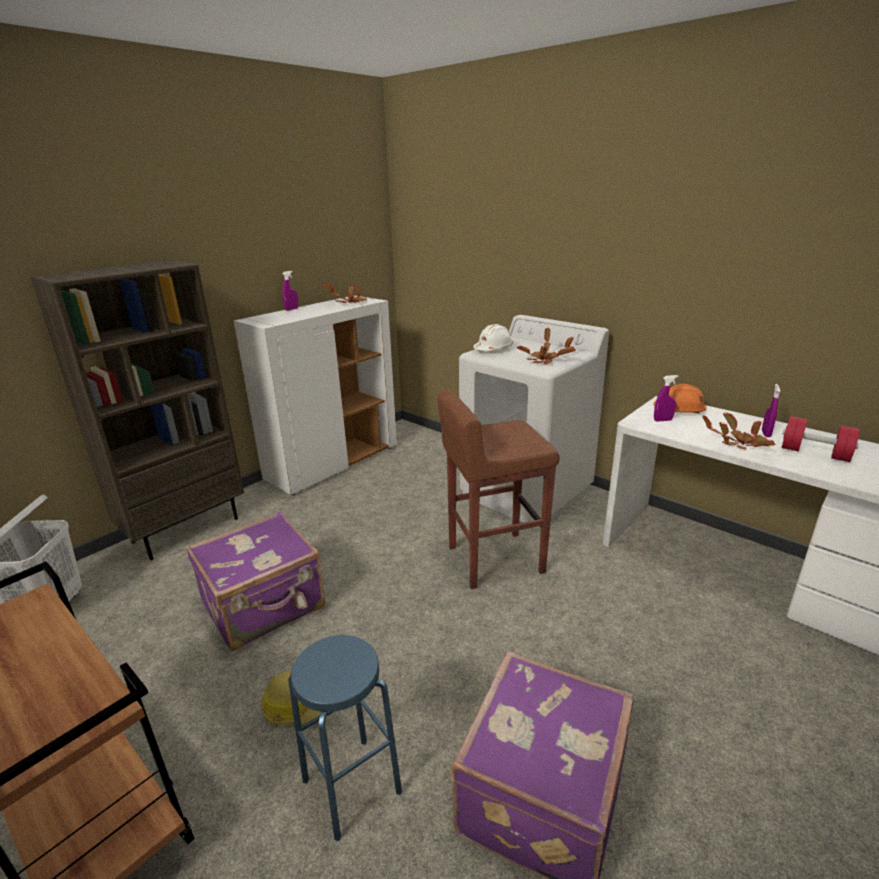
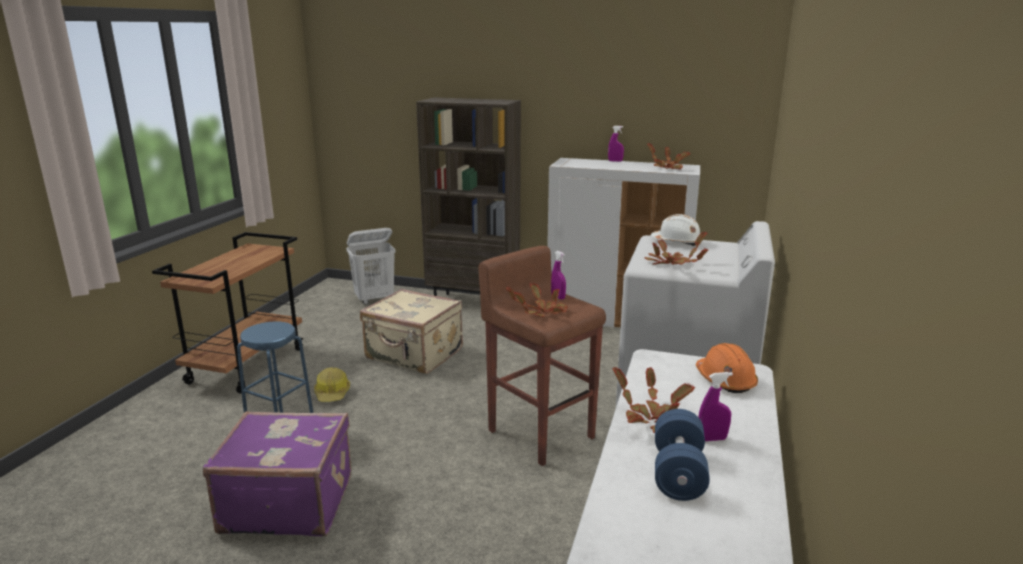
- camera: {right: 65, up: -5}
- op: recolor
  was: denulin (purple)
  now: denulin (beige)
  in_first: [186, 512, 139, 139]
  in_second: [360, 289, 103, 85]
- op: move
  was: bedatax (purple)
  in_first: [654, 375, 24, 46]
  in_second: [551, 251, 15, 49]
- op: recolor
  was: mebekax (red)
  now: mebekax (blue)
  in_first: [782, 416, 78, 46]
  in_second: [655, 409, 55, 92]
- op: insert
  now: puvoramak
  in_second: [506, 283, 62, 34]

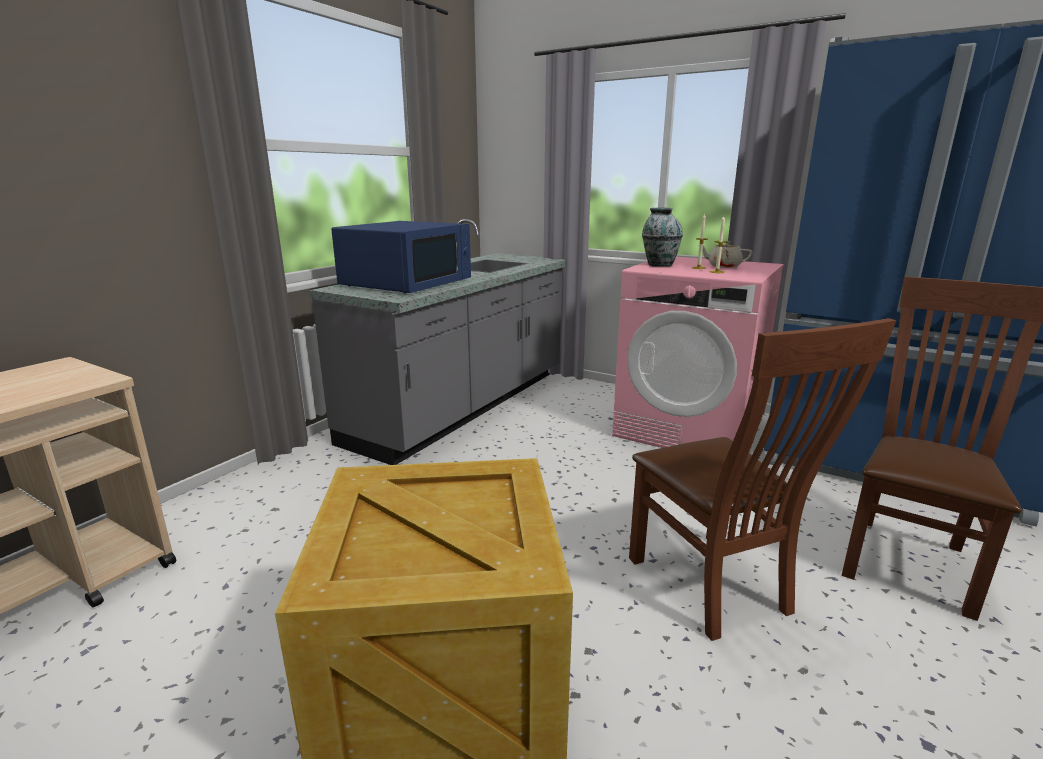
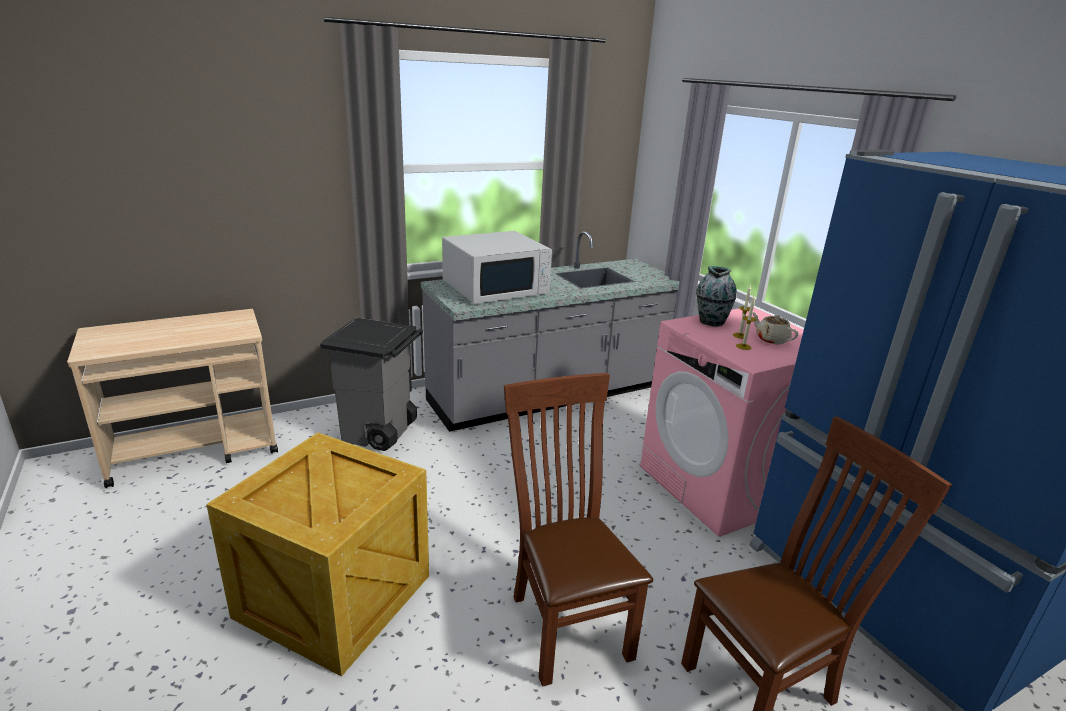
- camera: {right: 30, up: 5}
- op: recolor
  was: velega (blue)
  now: velega (white)
  in_first: [331, 221, 140, 72]
  in_second: [442, 231, 110, 73]
- op: rotate
  was: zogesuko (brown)
  in_first: [629, 318, 267, 323]
  in_second: [504, 373, 149, 314]
  clockwise: 150
- op: insert
  now: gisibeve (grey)
  in_second: [320, 318, 103, 133]

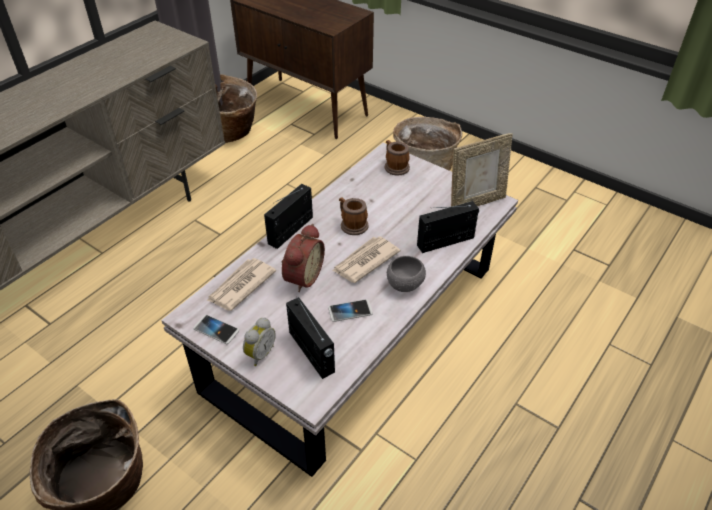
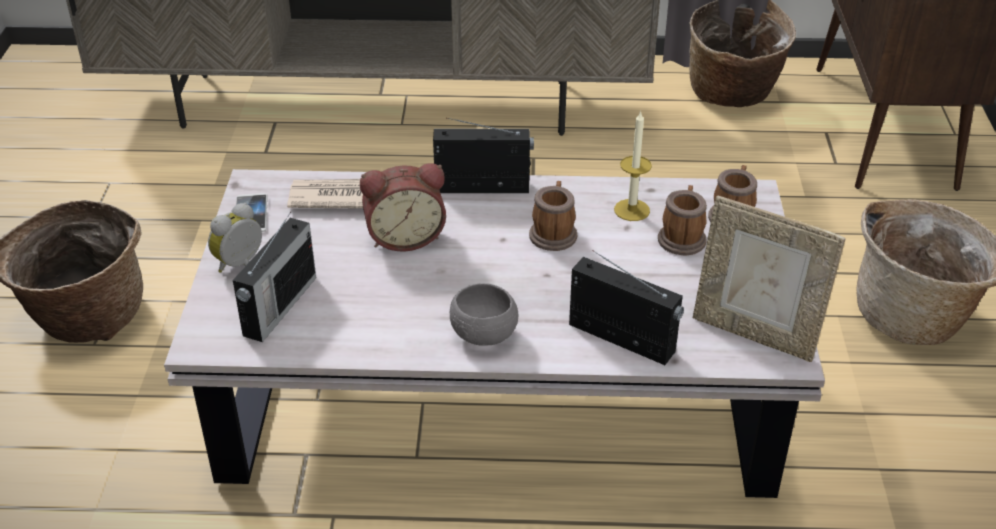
- camera: {right: 55, up: -5}
- op: rotate
  was: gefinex
  in_first: [243, 317, 33, 49]
  in_second: [208, 203, 54, 70]
  clockwise: 135
- op: delete
  was: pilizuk
  in_first: [328, 299, 45, 23]
- op: delete
  was: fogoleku
  in_first: [332, 236, 68, 47]
- op: insert
  now: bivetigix
  in_second: [614, 110, 38, 111]
- op: insert
  now: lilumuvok
  in_second: [658, 185, 49, 70]

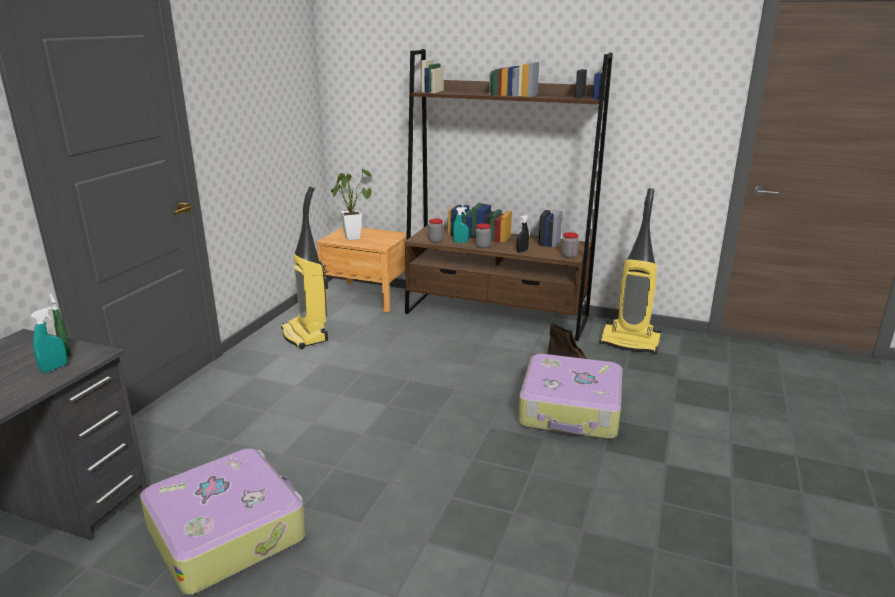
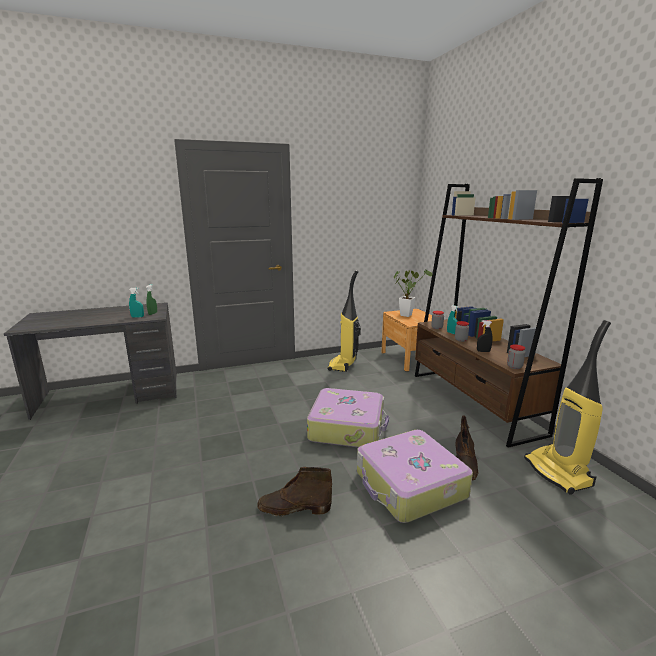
- camera: {right: 50, up: -5}
- op: move
  was: denulin
  in_first: [140, 448, 165, 147]
  in_second: [307, 388, 82, 60]
- op: insert
  now: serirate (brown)
  in_second: [257, 467, 75, 49]

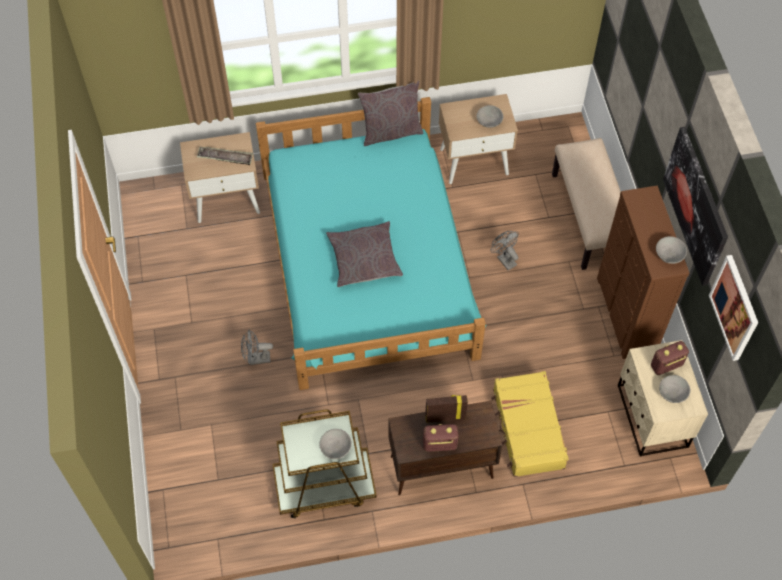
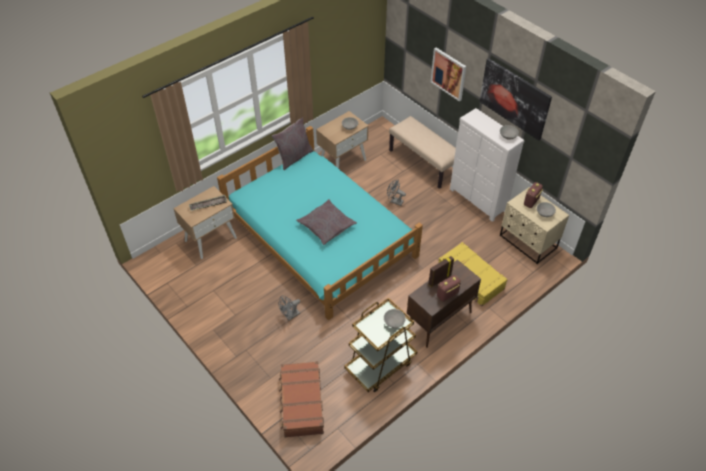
- camera: {right: -30, up: -10}
- op: recolor
  was: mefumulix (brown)
  now: mefumulix (white)
  in_first: [597, 185, 92, 174]
  in_second: [450, 108, 74, 114]
- op: move
  was: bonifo
  in_first: [709, 255, 49, 106]
  in_second: [431, 48, 35, 54]
- op: insert
  now: denulin (brown)
  in_second: [279, 361, 45, 76]

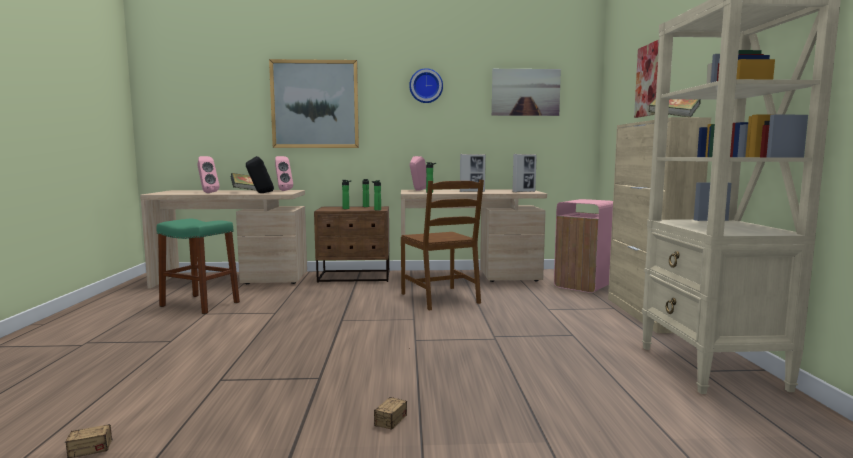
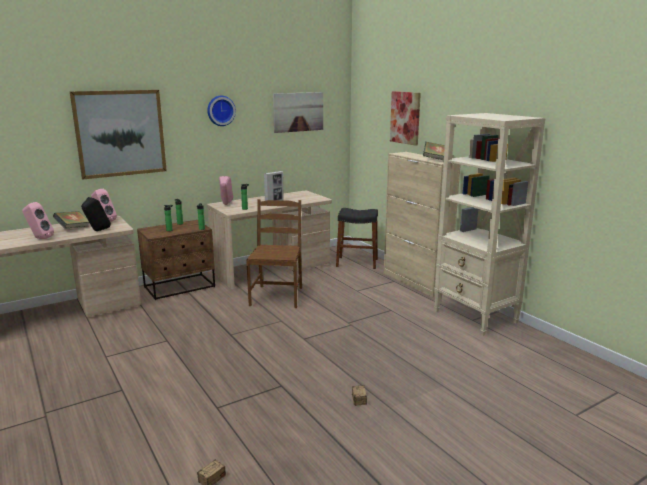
- camera: {right: -30, up: 10}
- op: delete
  was: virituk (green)
  in_first: [156, 219, 84, 95]
- op: rotate
  was: zogesuko (brown)
  in_first: [401, 180, 83, 130]
  in_second: [246, 199, 56, 109]
  clockwise: -120
- op: delete
  was: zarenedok
  in_first: [512, 154, 25, 38]
- op: replace
  was: gisibeve (pink)
  now: virituk (black)
  in_first: [554, 199, 59, 94]
  in_second: [336, 208, 42, 61]

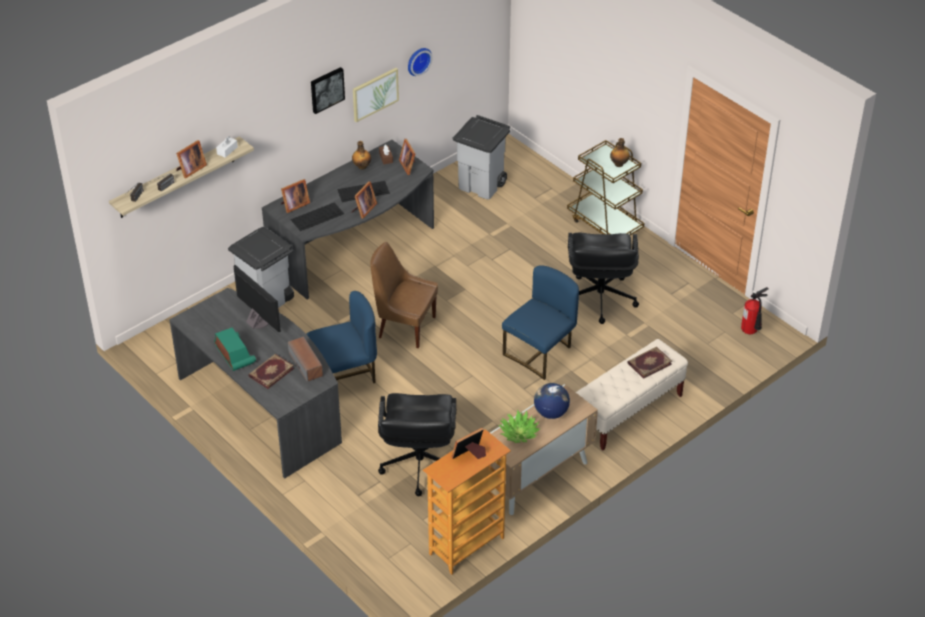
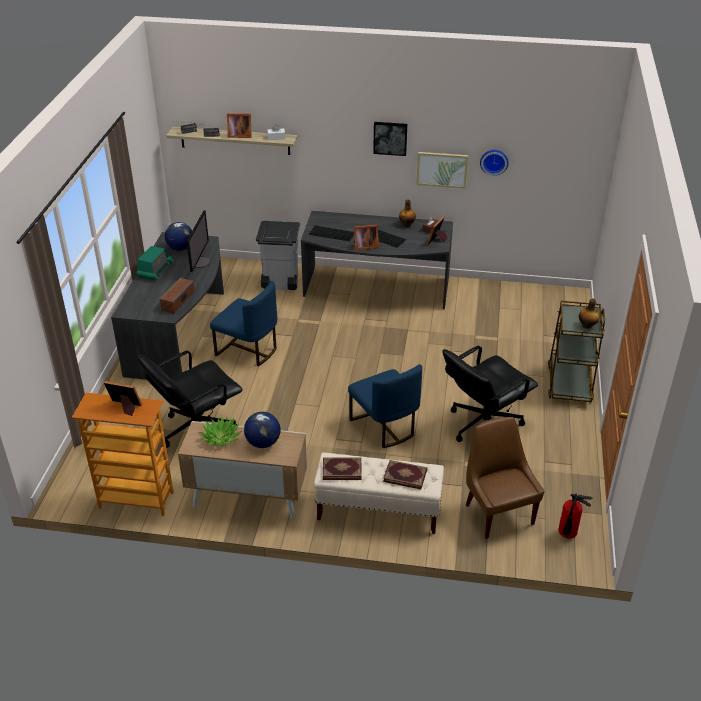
- camera: {right: 50, up: -5}
- op: move
  was: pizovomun
  in_first: [248, 354, 46, 35]
  in_second: [323, 457, 39, 23]
- op: delete
  was: zarenedok
  in_first: [281, 179, 29, 34]
- op: move
  was: zogesuko (brown)
  in_first: [370, 242, 68, 106]
  in_second: [466, 417, 78, 122]
- op: delete
  was: gisibeve (grey)
  in_first: [452, 115, 58, 85]
- op: rotate
  was: zogesuko (blue)
  in_first: [502, 265, 77, 115]
  in_second: [348, 364, 74, 84]
  clockwise: 60
- op: insert
  now: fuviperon
  in_second: [165, 222, 27, 29]

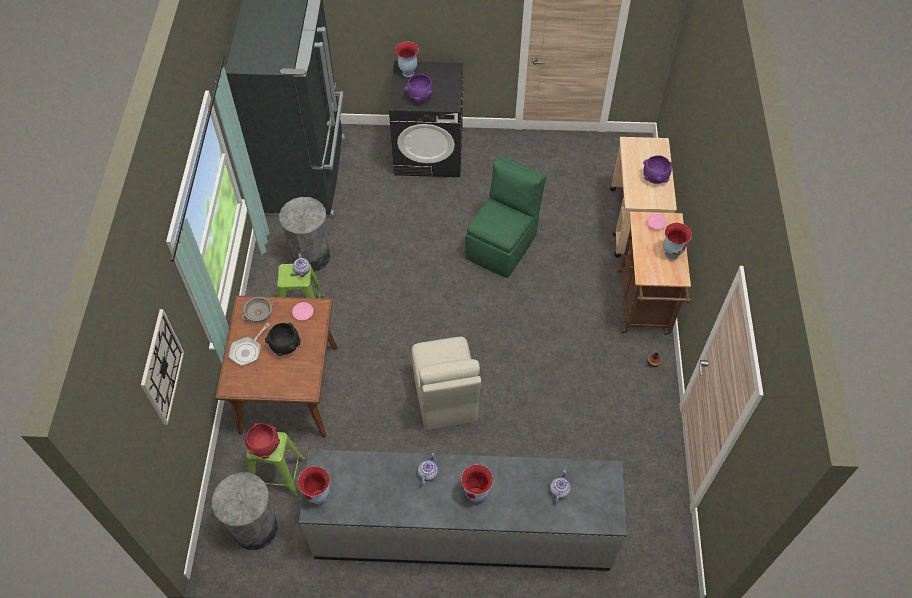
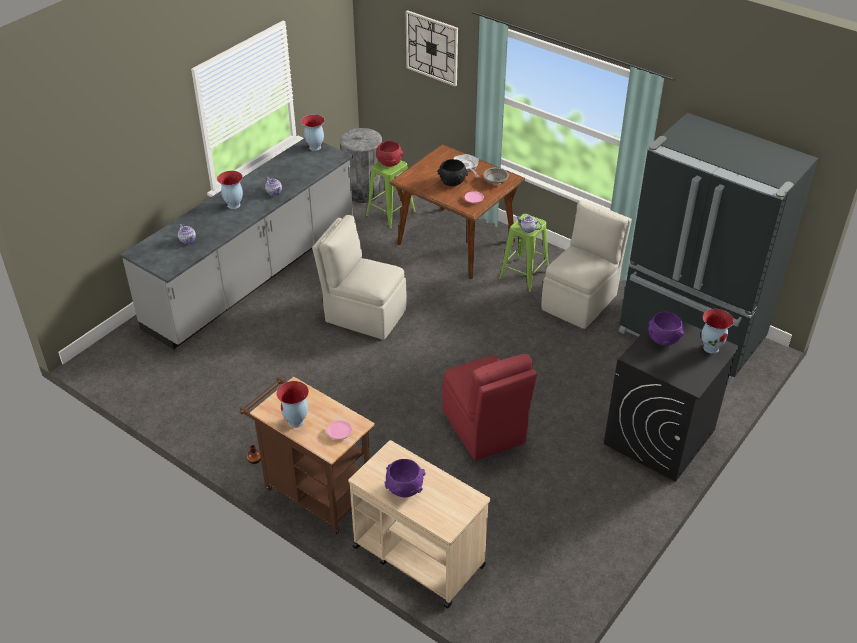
- camera: {right: 125, up: -15}
- op: replace
  was: gisibeve (grey)
  now: zogesuko (beige)
  in_first: [279, 197, 51, 75]
  in_second: [542, 200, 90, 129]
- op: recolor
  was: zogesuko (green)
  now: zogesuko (red)
  in_first: [465, 156, 81, 122]
  in_second: [442, 354, 95, 107]

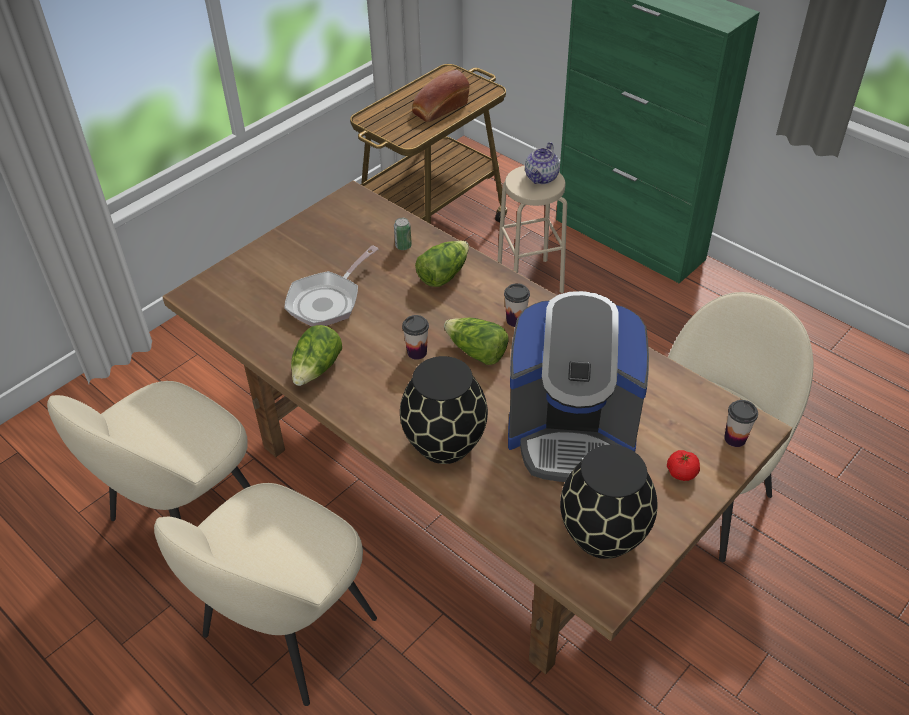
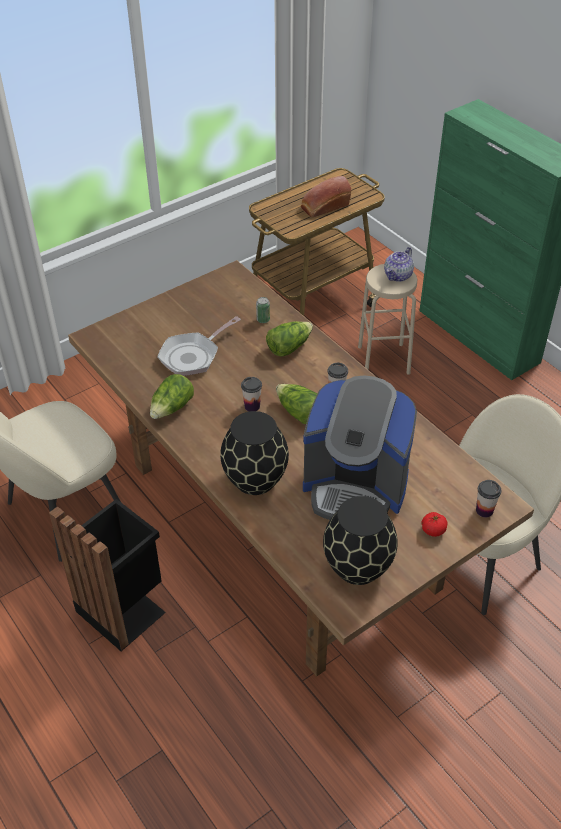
- camera: {right: 10, up: 0}
- op: replace
  was: zogesuko (beige)
  now: gisibeve (black)
  in_first: [154, 483, 223, 223]
  in_second: [49, 499, 117, 152]

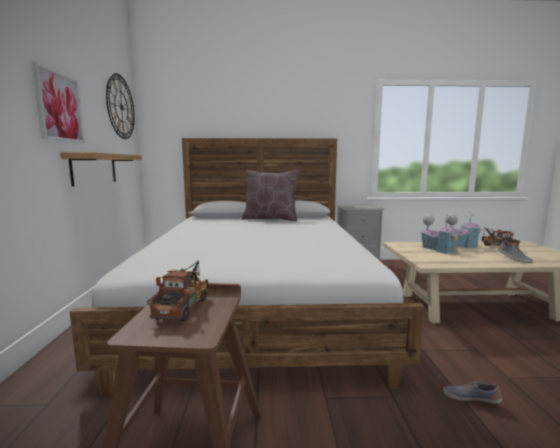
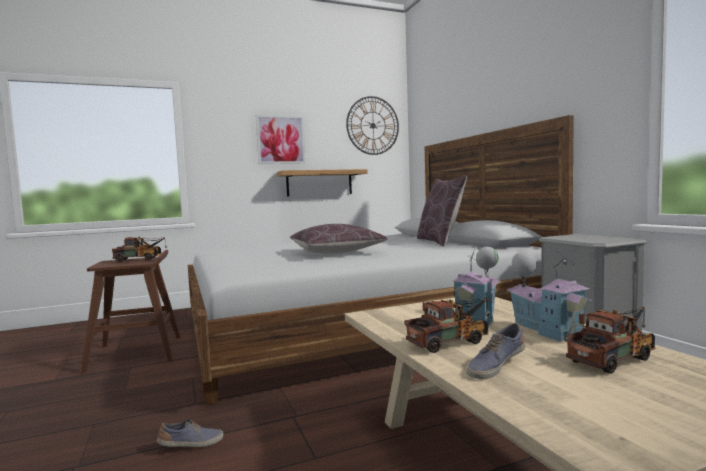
- camera: {right: 70, up: -5}
- op: rotate
  was: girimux
  in_first: [443, 381, 59, 23]
  in_second: [157, 419, 67, 28]
  clockwise: 60
- op: insert
  now: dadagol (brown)
  in_second: [290, 224, 98, 30]
- op: insert
  now: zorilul
  in_second: [404, 298, 85, 55]

